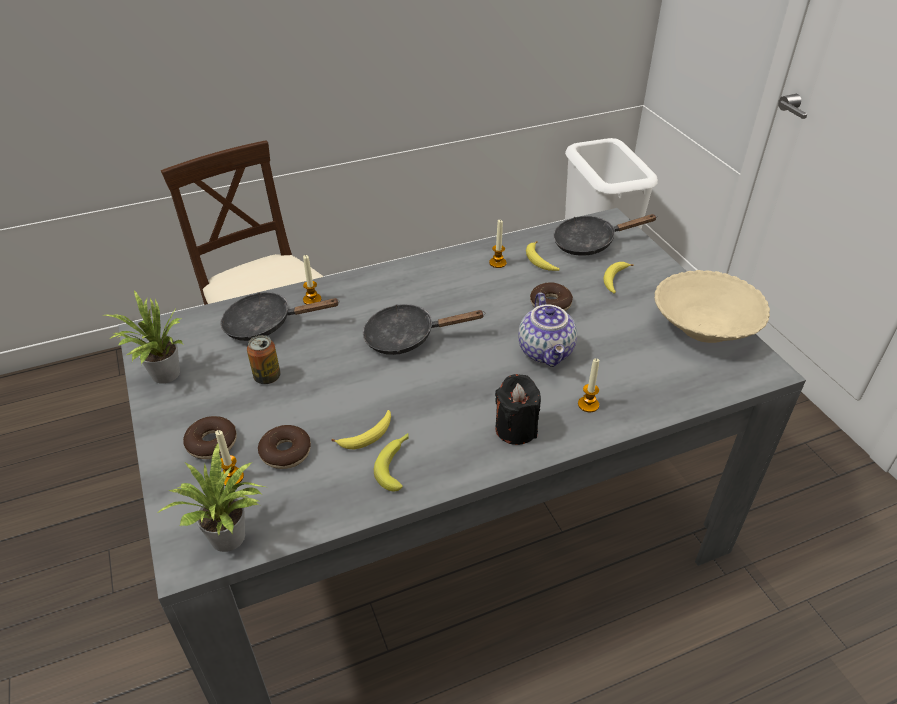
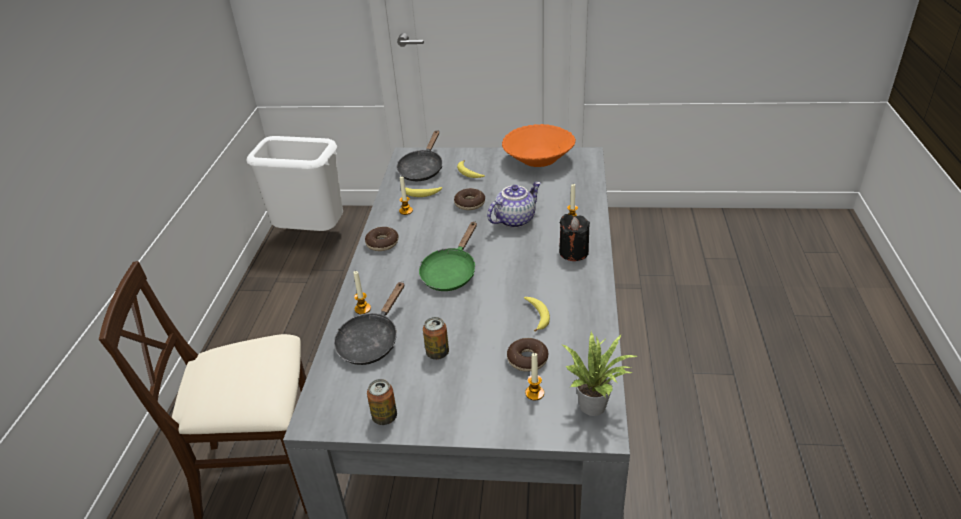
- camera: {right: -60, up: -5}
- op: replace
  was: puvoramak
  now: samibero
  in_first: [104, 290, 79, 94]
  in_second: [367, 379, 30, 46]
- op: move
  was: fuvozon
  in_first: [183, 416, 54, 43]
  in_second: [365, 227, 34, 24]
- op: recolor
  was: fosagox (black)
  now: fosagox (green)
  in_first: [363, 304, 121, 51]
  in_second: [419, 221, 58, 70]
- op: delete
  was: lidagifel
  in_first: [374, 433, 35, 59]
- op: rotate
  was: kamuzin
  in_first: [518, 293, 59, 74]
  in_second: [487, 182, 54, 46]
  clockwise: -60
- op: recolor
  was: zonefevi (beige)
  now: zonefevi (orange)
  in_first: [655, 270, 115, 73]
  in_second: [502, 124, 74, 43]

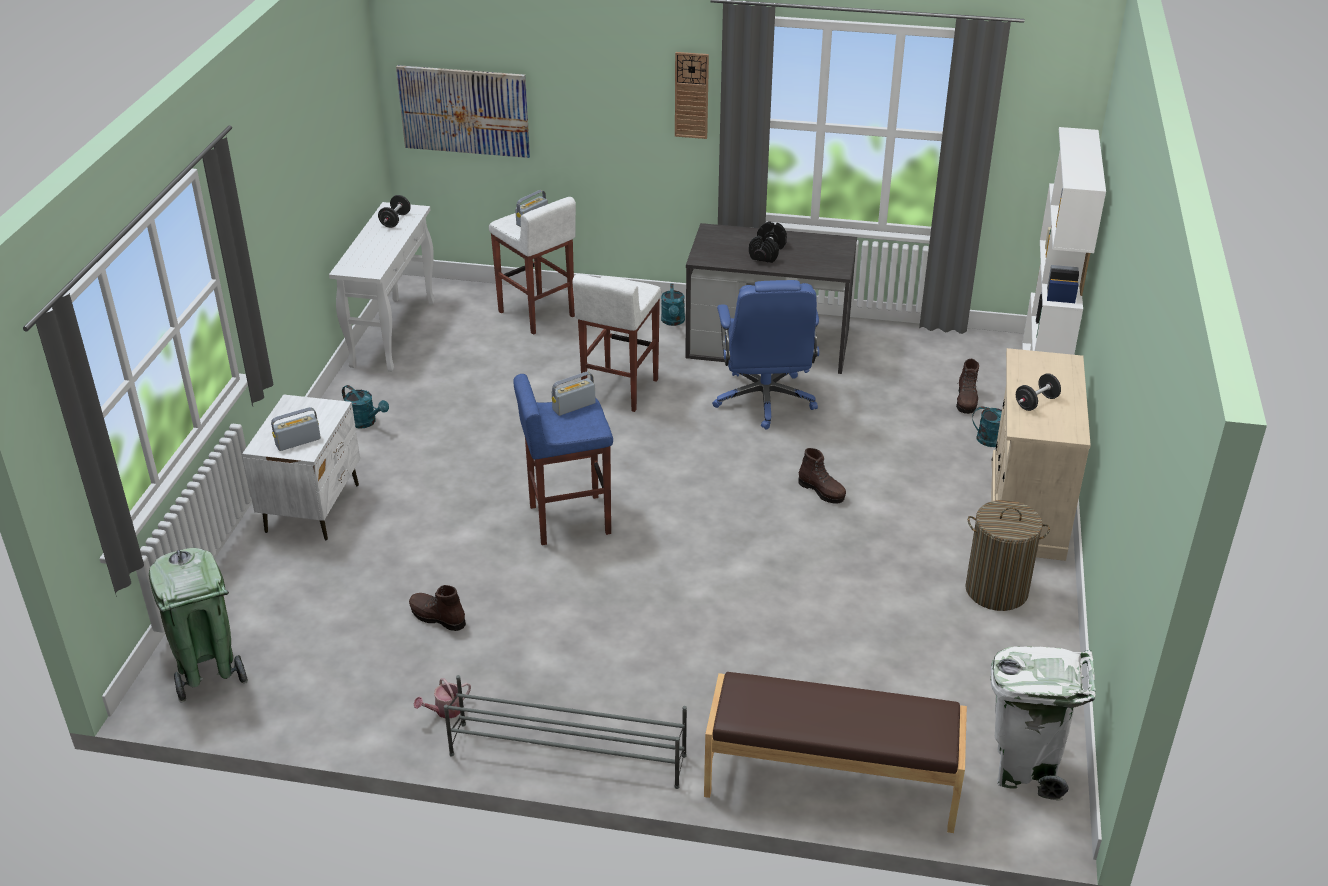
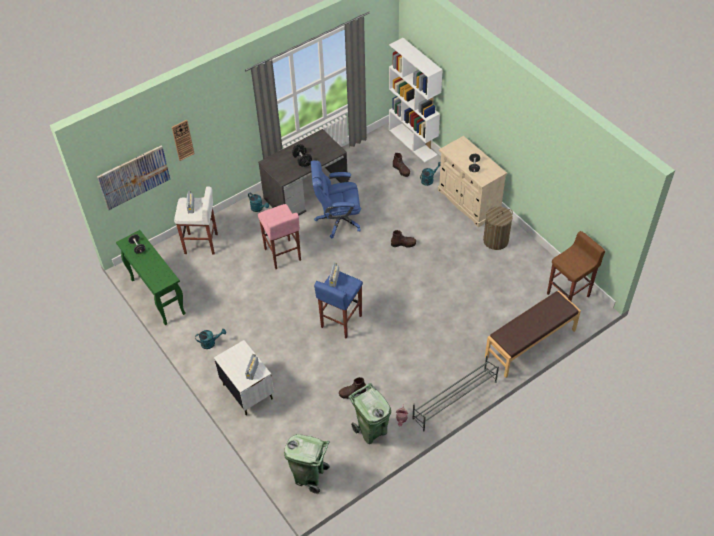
- camera: {right: -45, up: 15}
- op: recolor
  was: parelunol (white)
  now: parelunol (green)
  in_first: [329, 202, 106, 170]
  in_second: [116, 230, 70, 95]
- op: recolor
  was: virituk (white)
  now: virituk (pink)
  in_first: [572, 274, 89, 138]
  in_second: [258, 204, 43, 65]
- op: move
  was: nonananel
  in_first: [675, 52, 34, 87]
  in_second: [172, 120, 23, 41]
- op: rotate
  was: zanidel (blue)
  in_first: [712, 280, 107, 150]
  in_second: [311, 160, 50, 78]
  clockwise: 135
- op: replace
  was: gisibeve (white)
  now: virituk (brown)
  in_first: [991, 647, 105, 154]
  in_second: [547, 231, 58, 70]
- op: insert
  now: gisibeve (green)
  in_second: [348, 383, 43, 61]

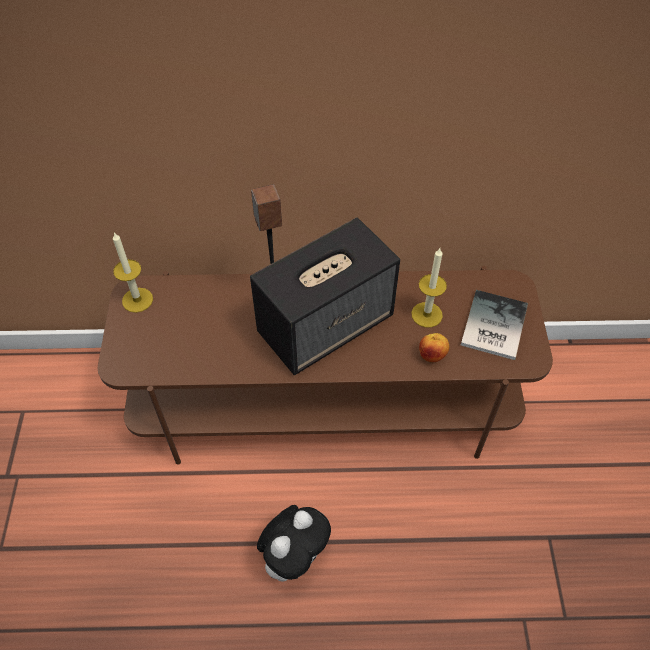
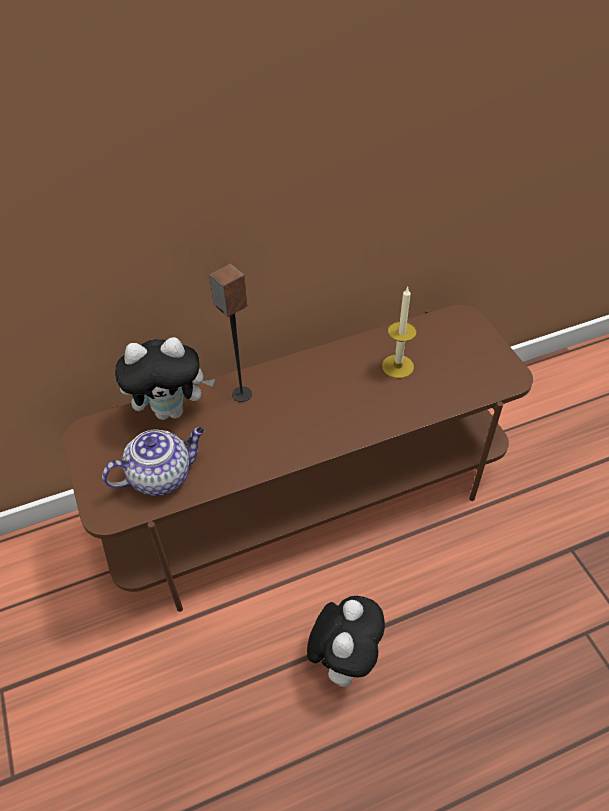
- camera: {right: -20, up: -5}
- op: delete
  was: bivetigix
  in_first: [113, 232, 40, 81]
- op: delete
  was: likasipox
  in_first: [250, 218, 150, 157]
- op: delete
  was: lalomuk
  in_first: [419, 333, 30, 29]
- op: delete
  was: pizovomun
  in_first: [461, 290, 67, 70]
- op: insert
  now: kamuzin
  in_second: [102, 427, 103, 69]
- op: insert
  now: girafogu
  in_second: [115, 337, 100, 83]

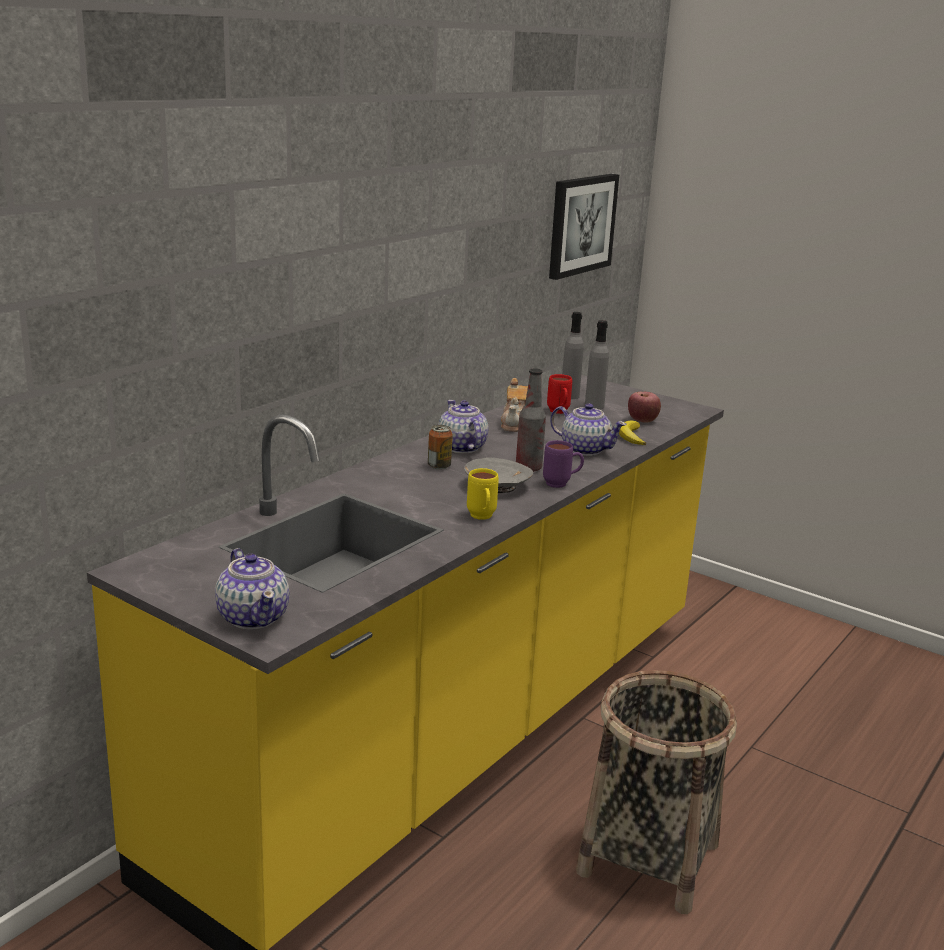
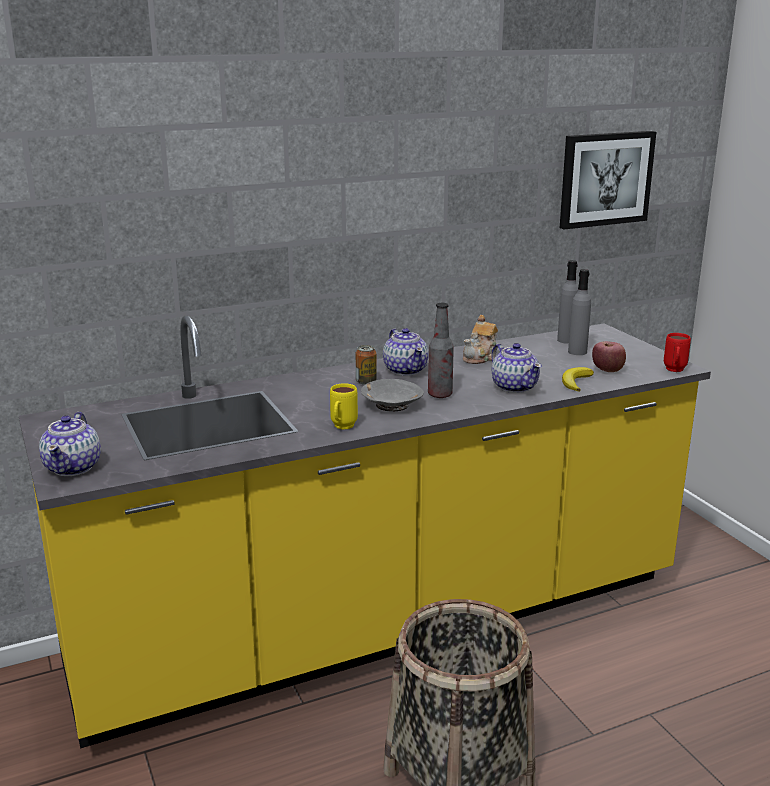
- camera: {right: 30, up: 0}
- op: rotate
  was: kamuzin
  in_first: [438, 400, 50, 53]
  in_second: [383, 328, 46, 48]
  clockwise: 150
- op: delete
  was: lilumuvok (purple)
  in_first: [543, 440, 41, 48]
- op: move
  was: lilumuvok (red)
  in_first: [547, 374, 25, 40]
  in_second: [664, 333, 27, 39]

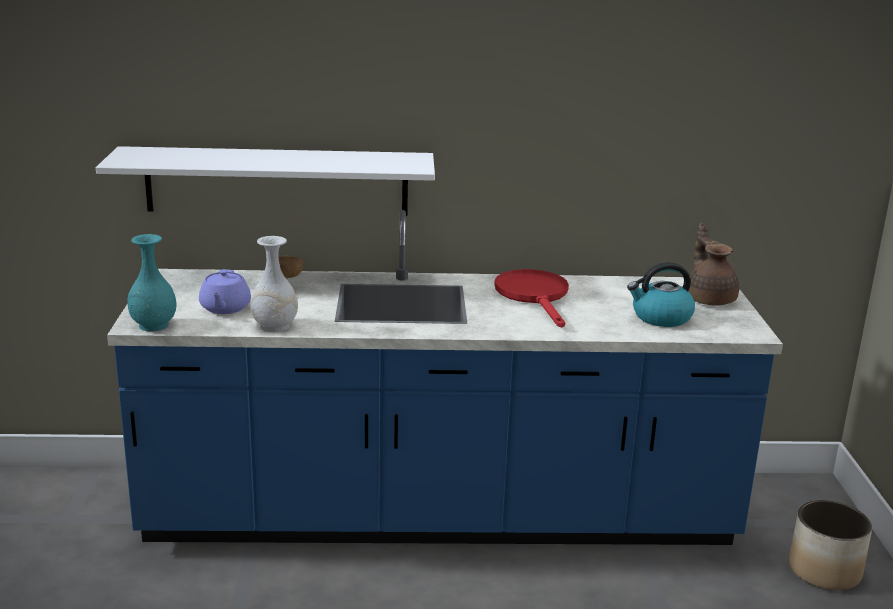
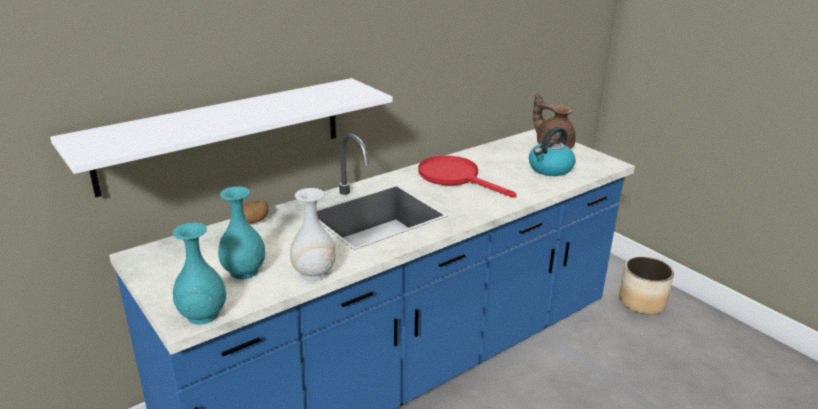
- camera: {right: -35, up: 5}
- op: replace
  was: kamuzin (purple)
  now: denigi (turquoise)
  in_first: [199, 269, 52, 45]
  in_second: [218, 186, 47, 93]

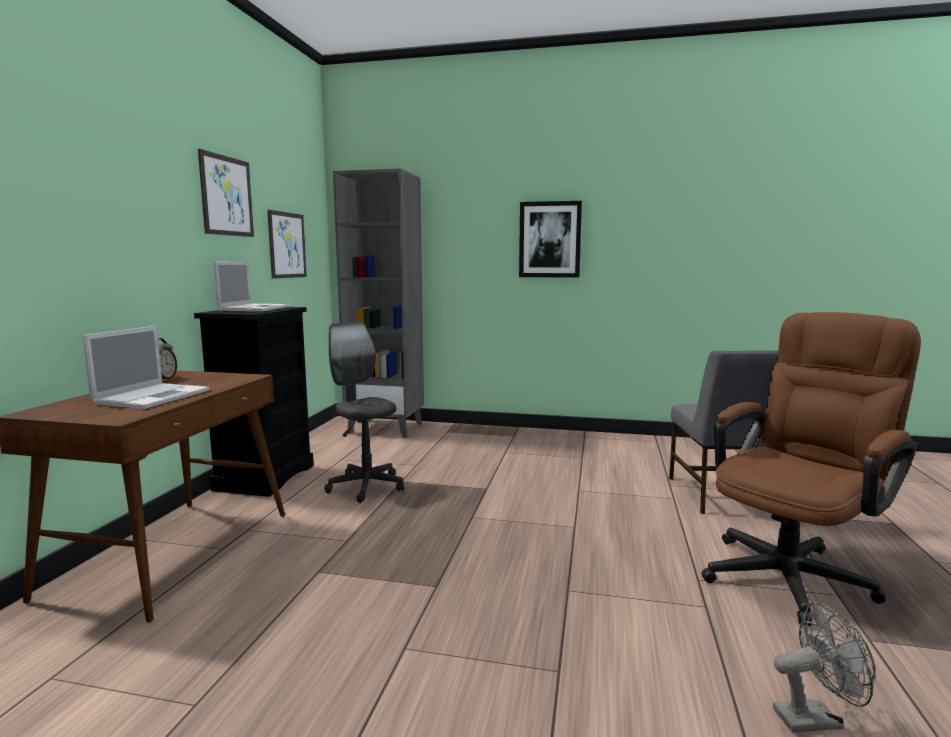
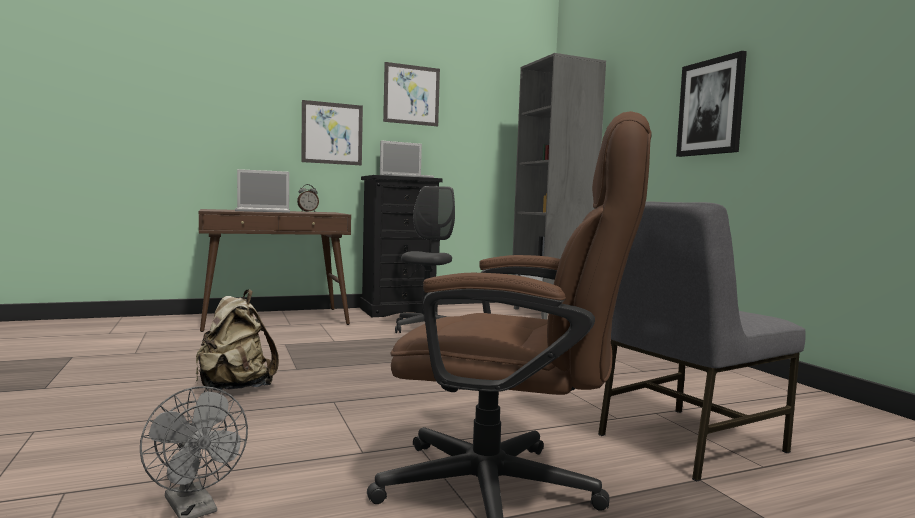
- camera: {right: 55, up: -5}
- op: move
  was: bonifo
  in_first: [267, 210, 40, 69]
  in_second: [301, 100, 62, 65]
- op: insert
  now: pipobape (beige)
  in_second: [196, 289, 83, 102]

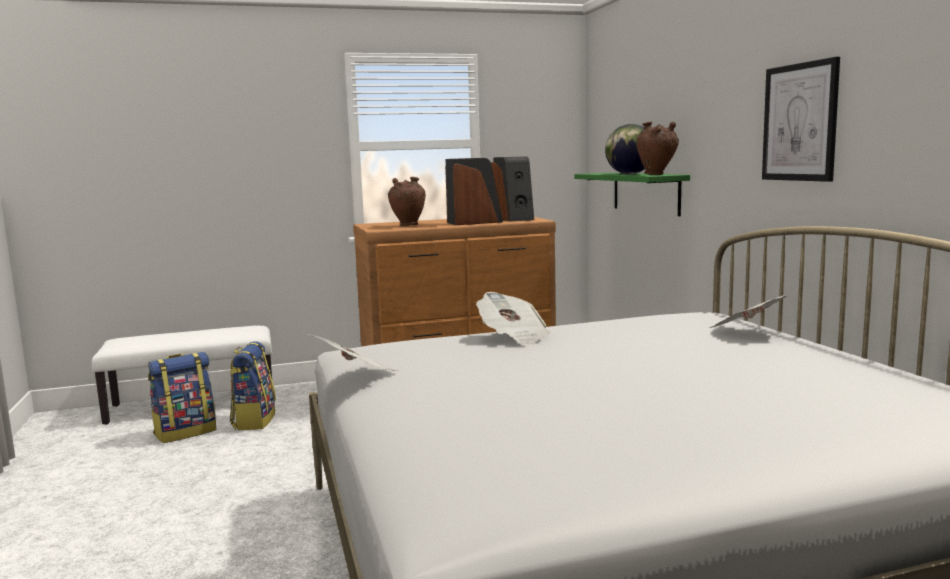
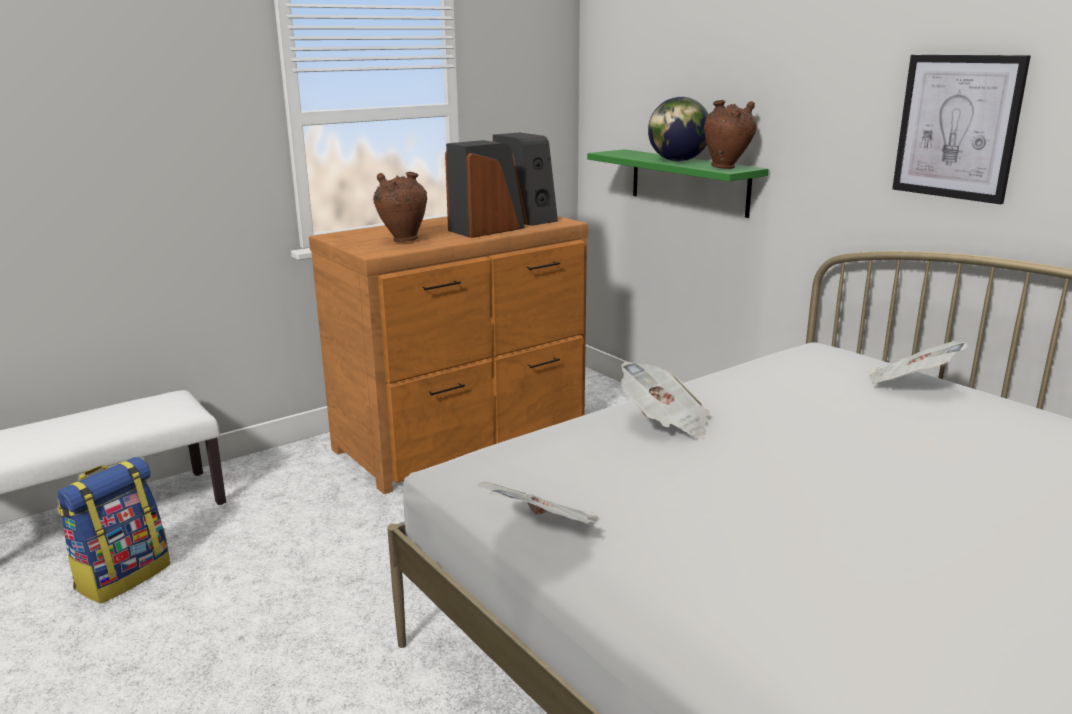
- camera: {right: -20, up: 10}
- op: delete
  was: pipobape
  in_first: [230, 341, 46, 89]

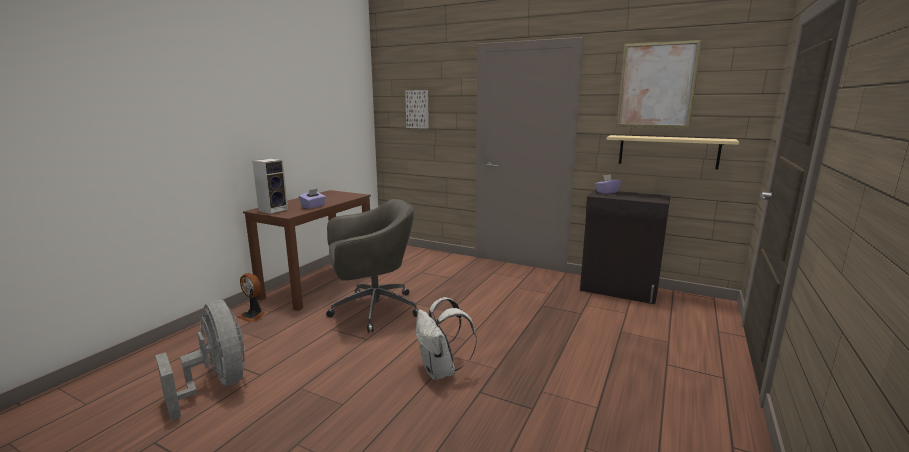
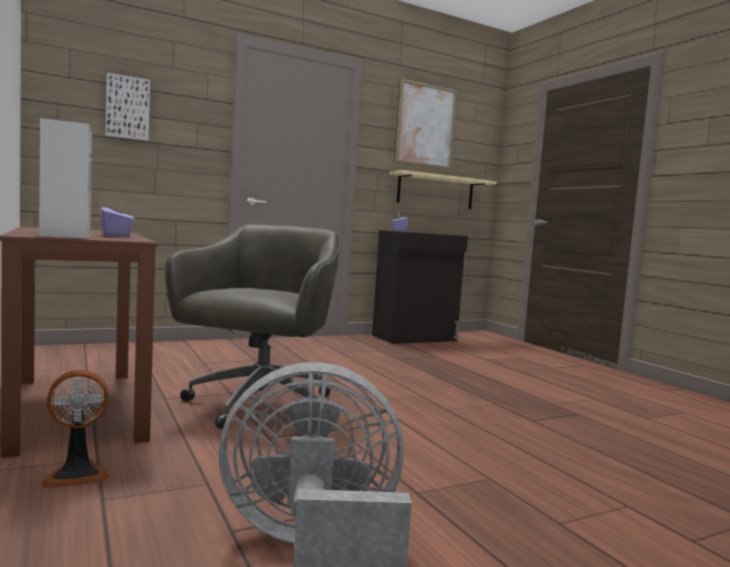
- camera: {right: -55, up: -10}
- op: delete
  was: pipobape (white)
  in_first: [416, 297, 61, 83]

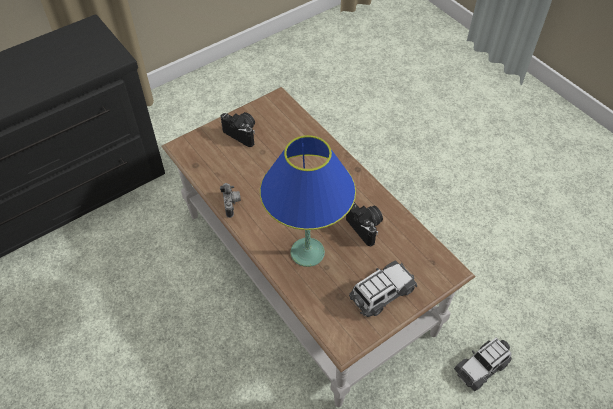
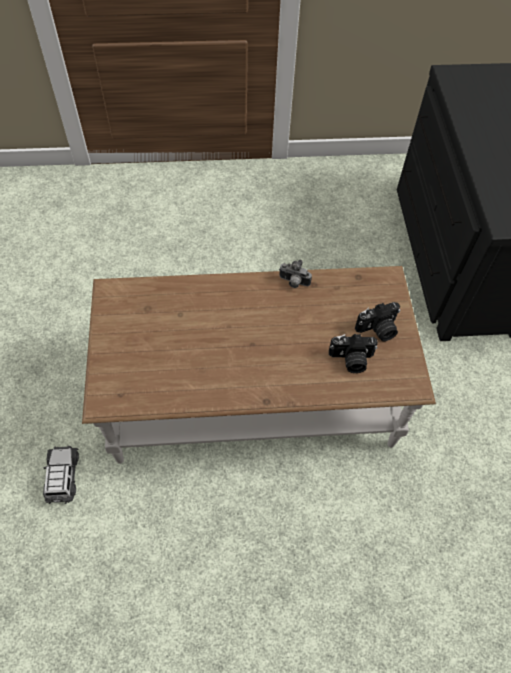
- camera: {right: 120, up: 5}
- op: delete
  was: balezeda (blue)
  in_first: [260, 135, 96, 132]
- op: move
  was: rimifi
  in_first: [346, 202, 37, 45]
  in_second: [329, 334, 49, 39]
- op: delete
  was: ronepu
  in_first: [349, 261, 68, 56]

